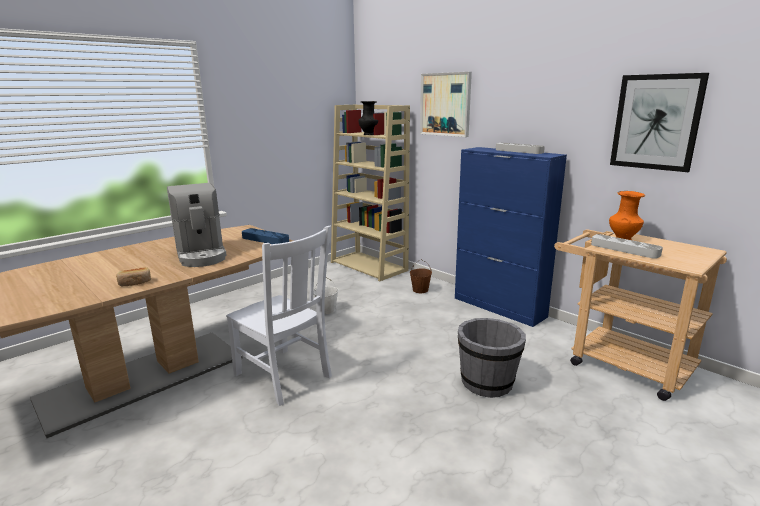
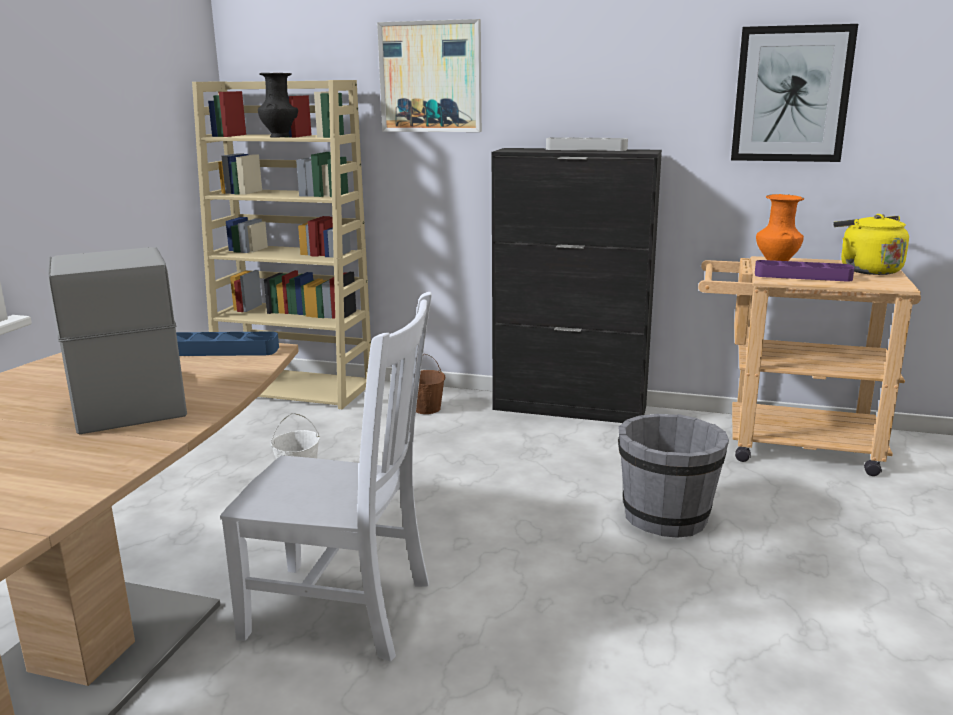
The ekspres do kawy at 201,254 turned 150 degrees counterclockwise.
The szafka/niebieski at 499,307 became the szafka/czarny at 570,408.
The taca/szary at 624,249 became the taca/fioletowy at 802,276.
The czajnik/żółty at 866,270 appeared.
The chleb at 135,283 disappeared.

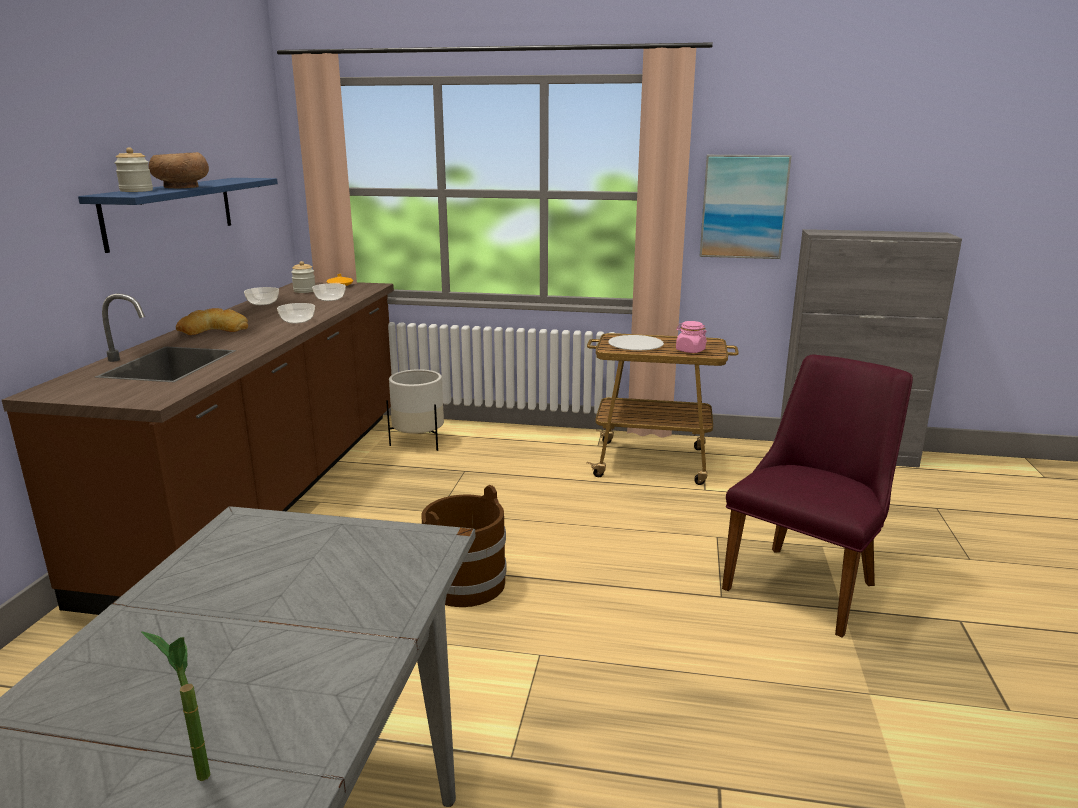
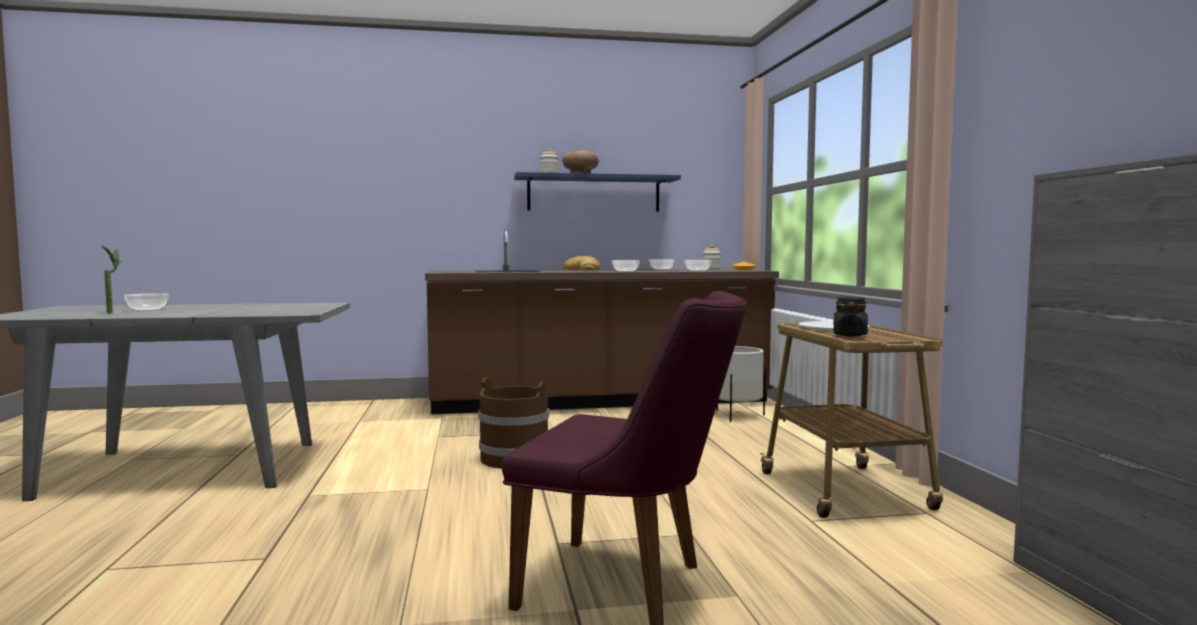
The miska at 147,309 appeared.
The słoik/różowy at 690,350 became the słoik/czarny at 849,335.
The obraz at 743,207 disappeared.

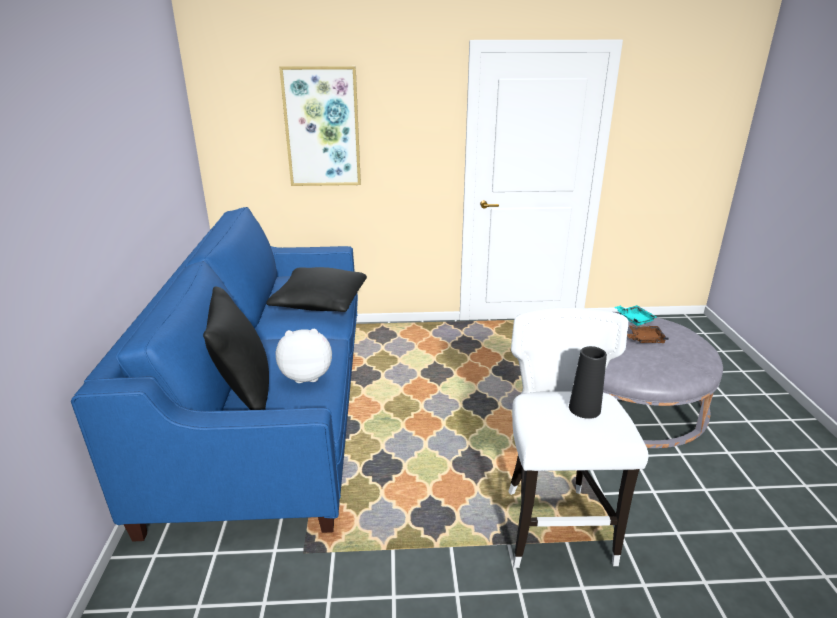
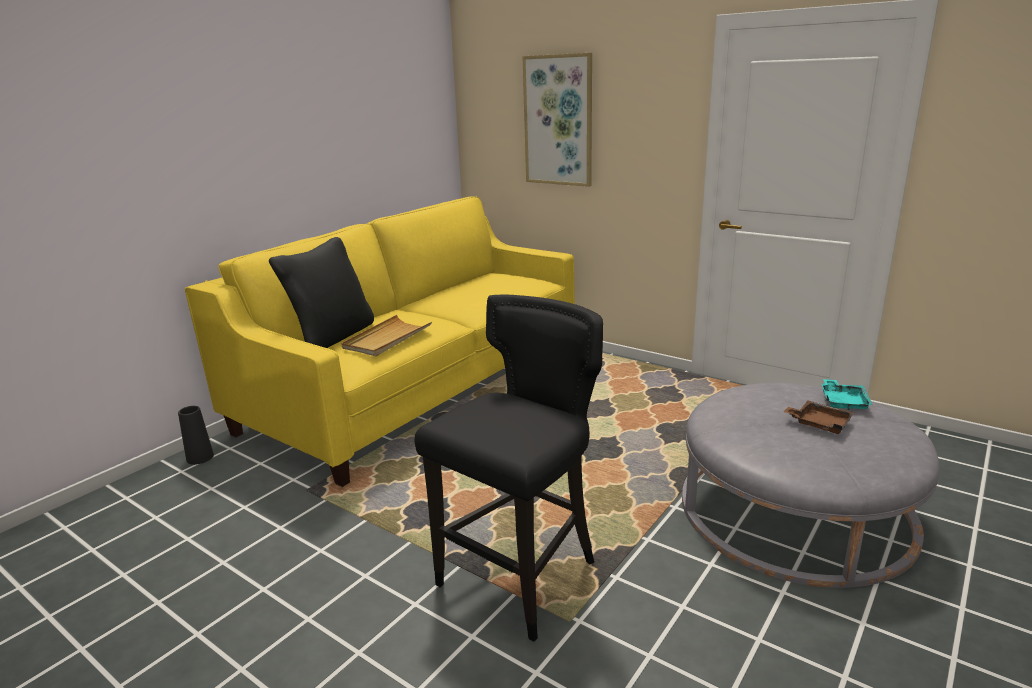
The wazon/czarny moved from 584,409 to 200,457.
The kanapa/niebieski at 272,410 became the kanapa/żółty at 418,389.
The pluszak at 306,375 was replaced by the taca/beżowy at 387,339.
The stołek/biały at 555,526 became the stołek/czarny at 521,577.
The poduszka/czarny at 320,302 disappeared.

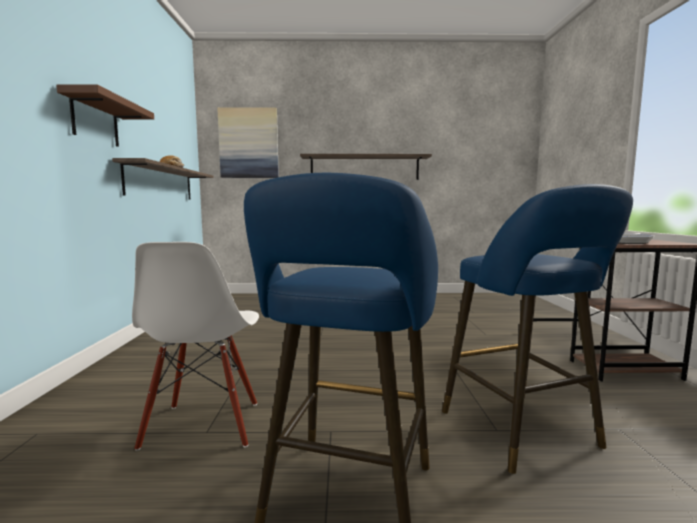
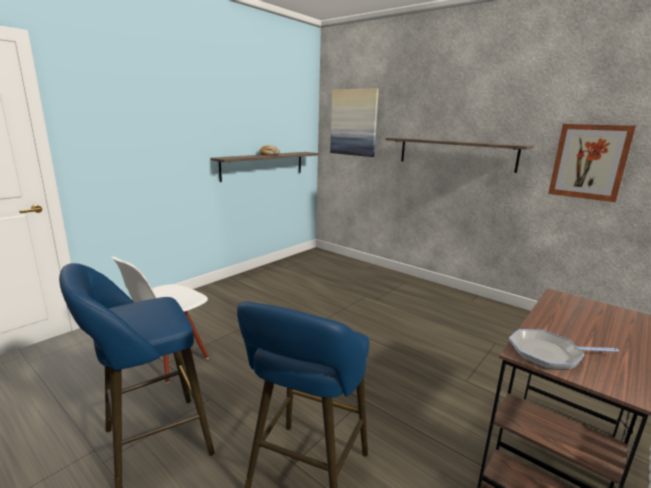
The obraz at 589,162 appeared.
The półka/brązowy at 95,120 disappeared.

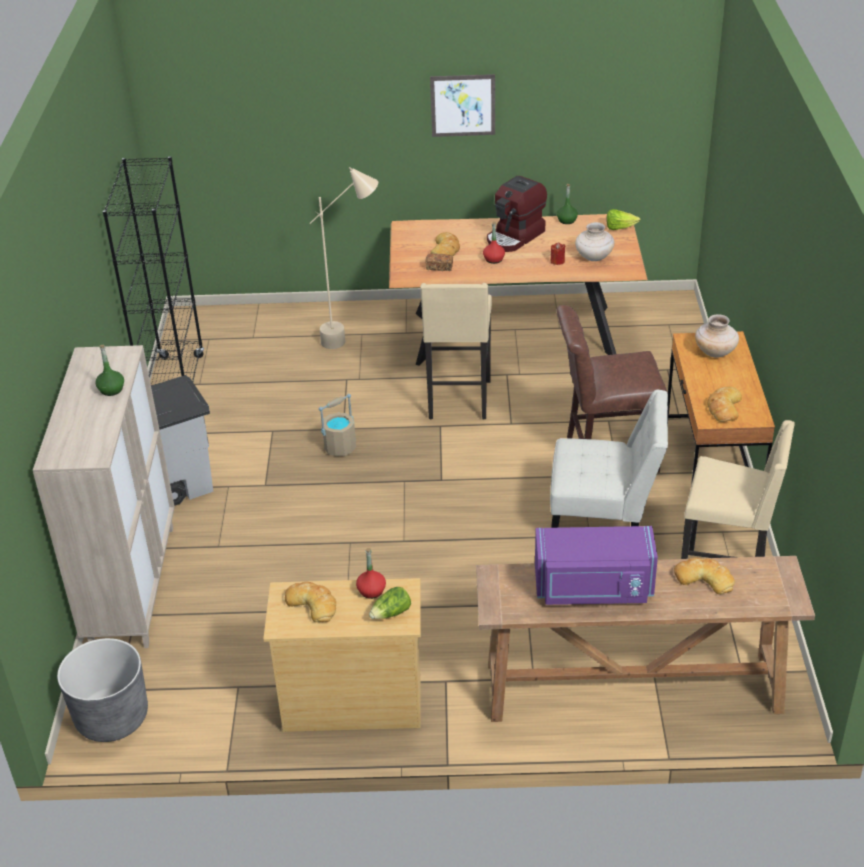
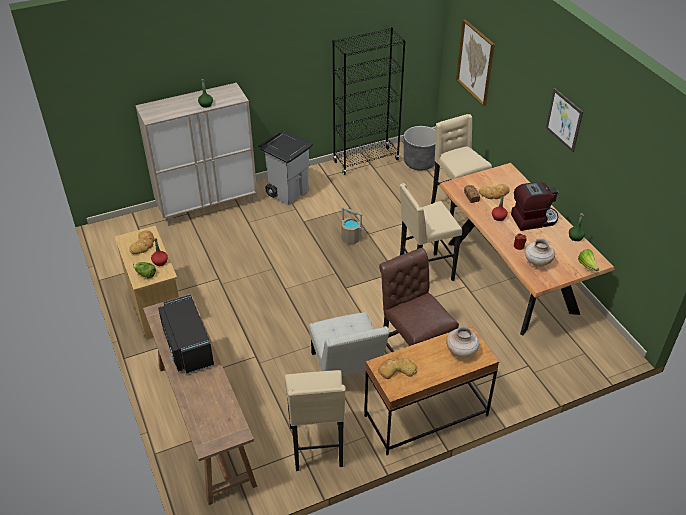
The mikrofalówka/fioletowy at 593,588 became the mikrofalówka/czarny at 187,347.
The donica/szary moved from 112,717 to 419,162.
The lampa stojąca/beżowy at 353,339 was replaced by the stołek/beżowy at 455,210.
The obraz at 475,62 appeared.
The ekspres do kawy at 515,237 turned 150 degrees clockwise.
The chleb at 704,578 disappeared.

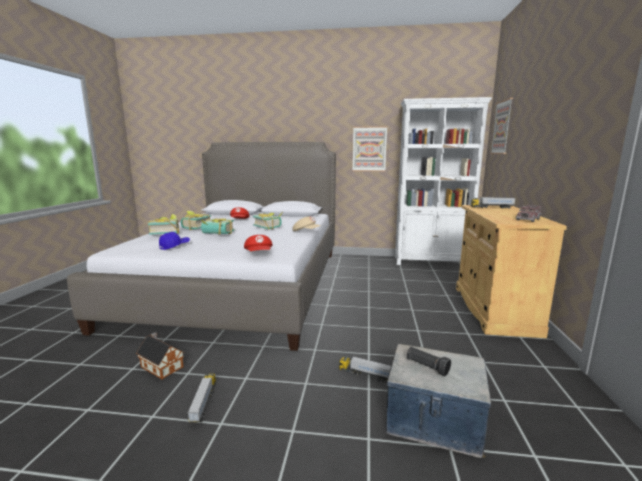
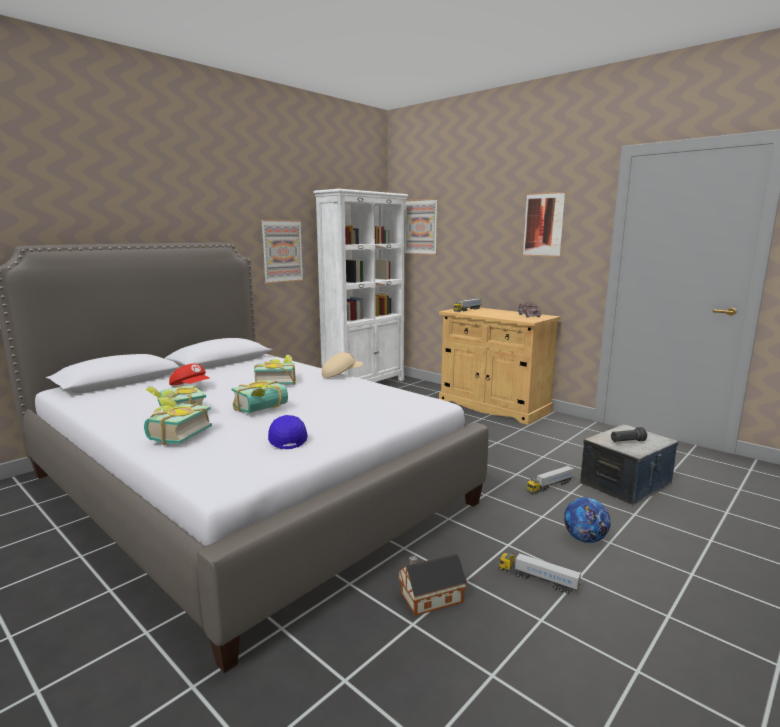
The obraz at 543,224 appeared.
The piłka futbolowa at 585,539 appeared.
The czapka z daszkiem/czerwony at 259,254 disappeared.

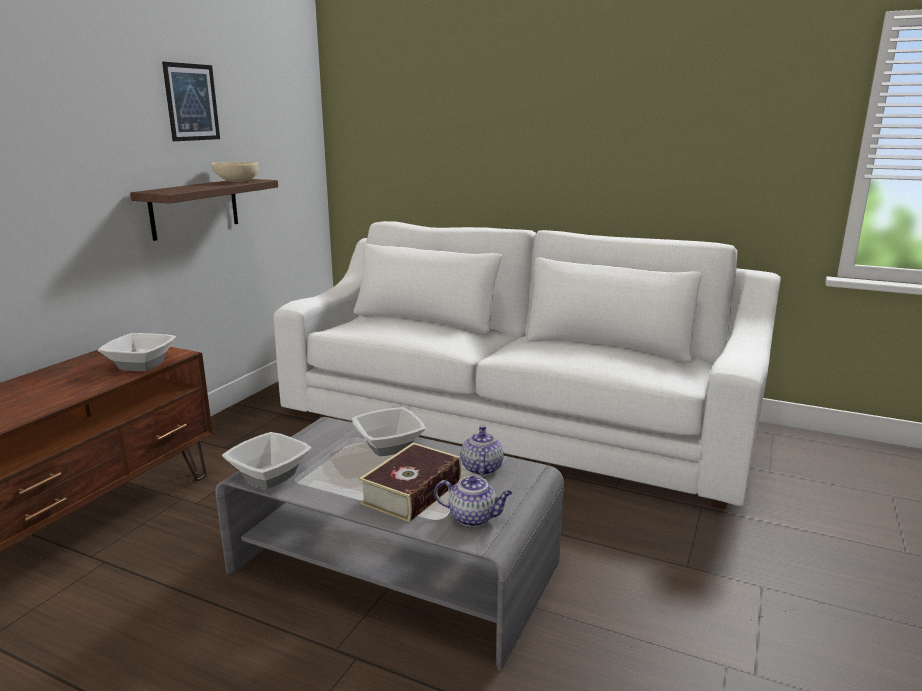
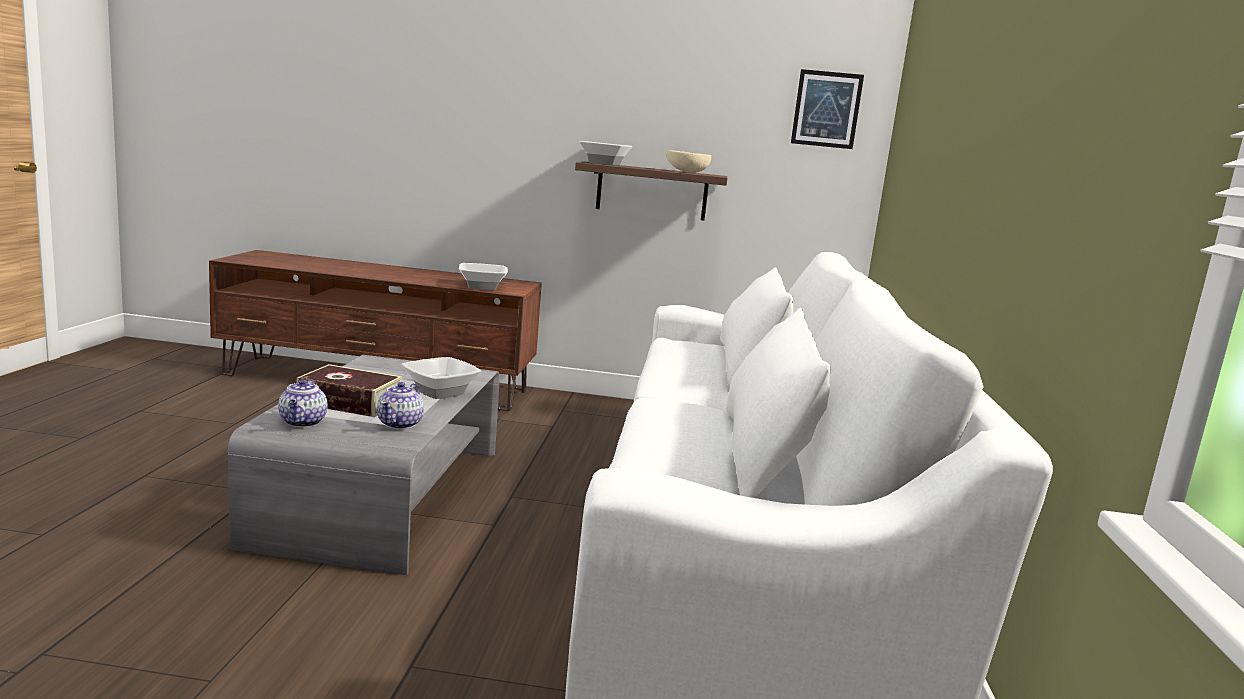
The imbryk at 481,469 turned 120 degrees clockwise.
The miska moved from 268,477 to 603,163.
The obraz moved from 192,102 to 826,109.

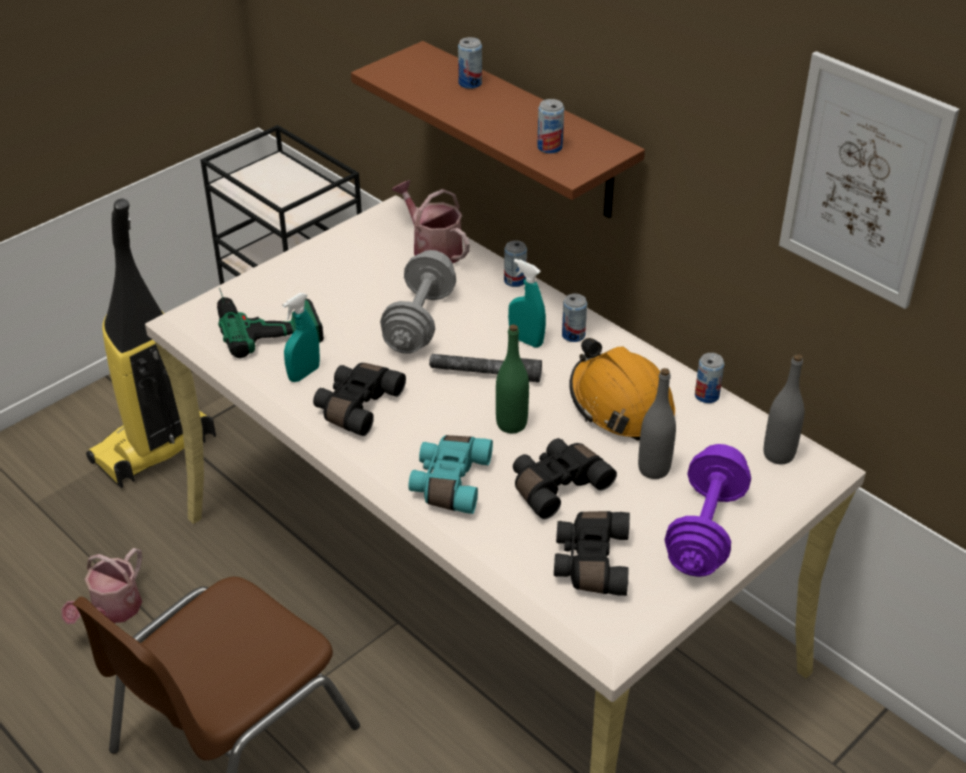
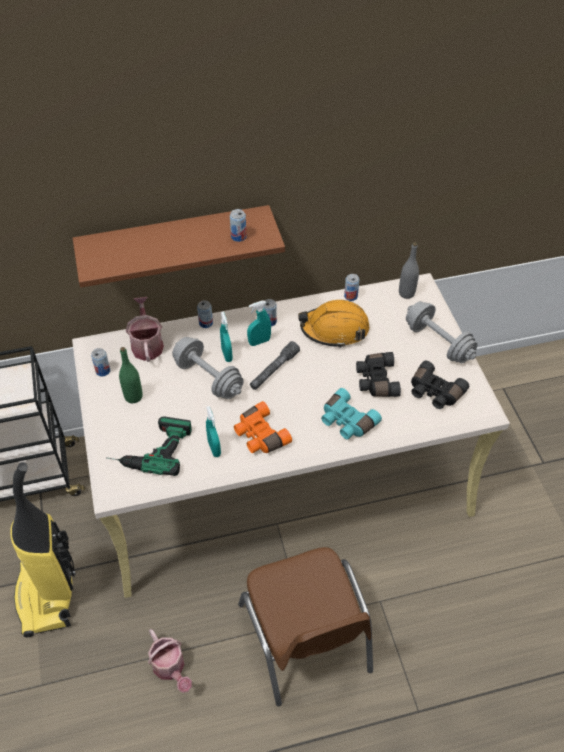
The puszka moved from 470,83 to 103,371.
The butelka/zielony moved from 511,424 to 133,397.
The konewka at 433,249 turned 90 degrees clockwise.
The spryskiwacz/turkusowy at 227,355 appeared.
The lornetka/czarny at 356,406 became the lornetka/pomarańczowy at 259,436.
The hantel/fioletowy at 705,530 became the hantel/szary at 438,342.
The butelka/szary at 654,469 disappeared.
The obraz at 863,181 disappeared.

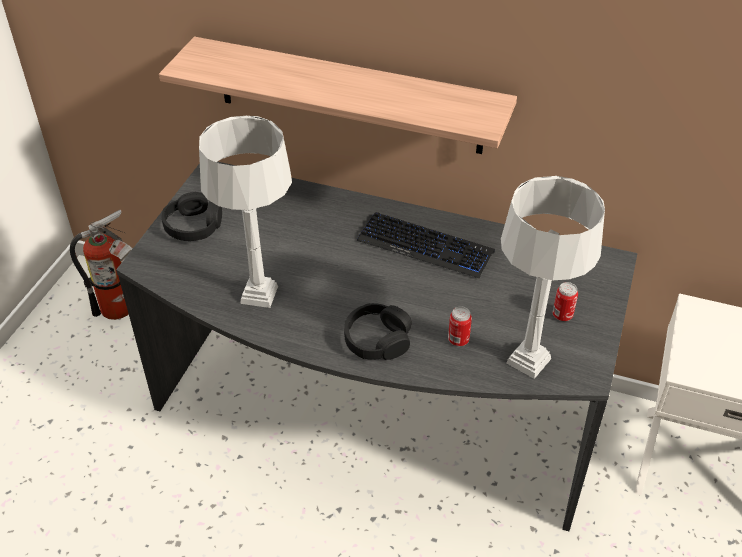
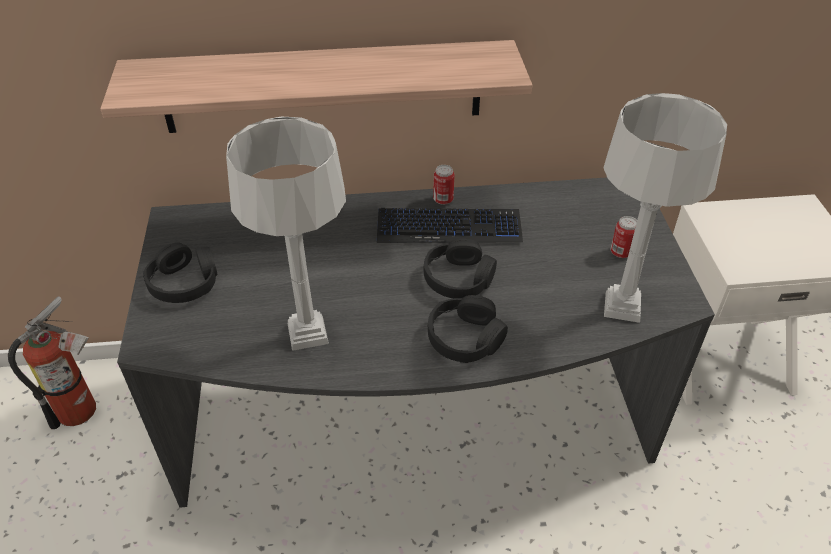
The słuchawki/czarny at 458,278 appeared.
The puszka moved from 458,340 to 443,200.

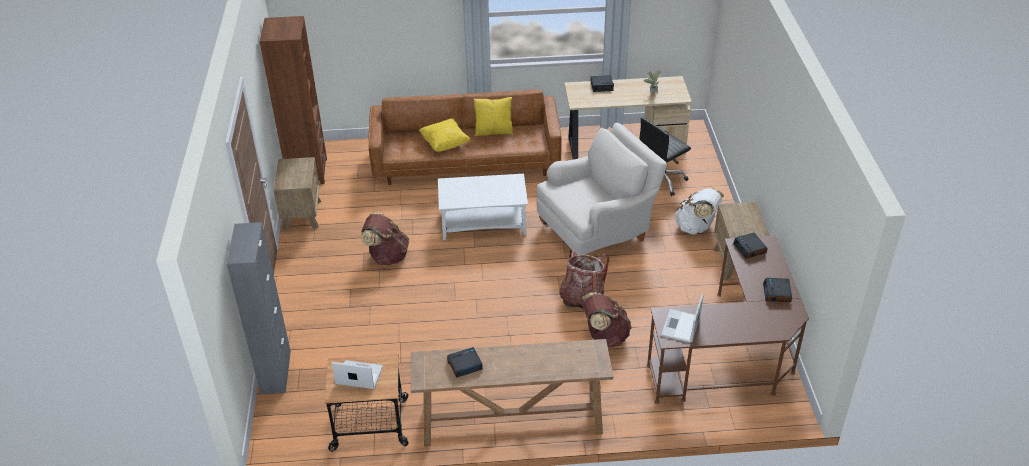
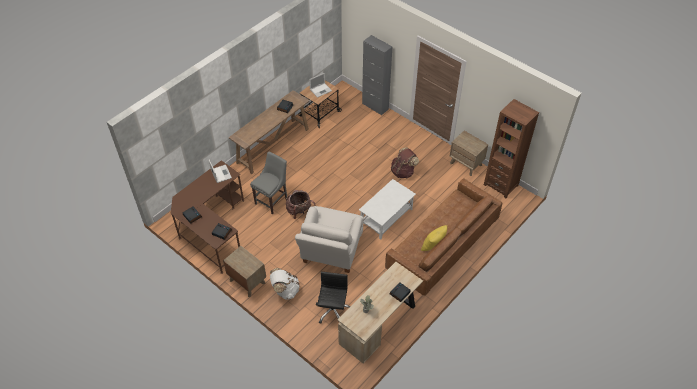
The plecak/brązowy at 604,336 was replaced by the krzesło/szary at 272,200.
The poduszka/żółty at 445,144 disappeared.

